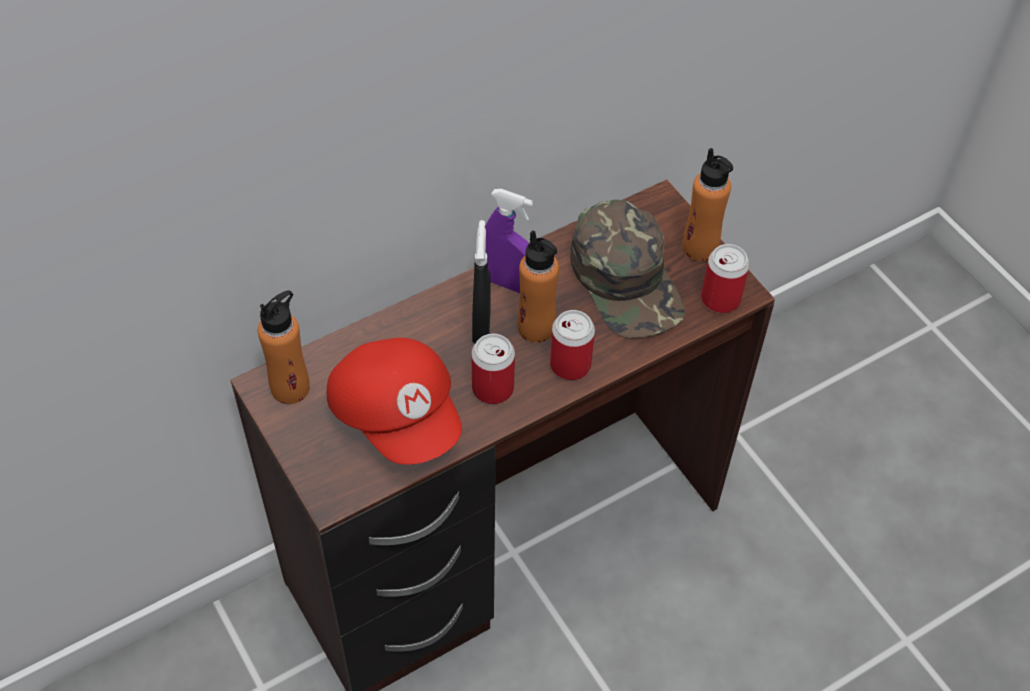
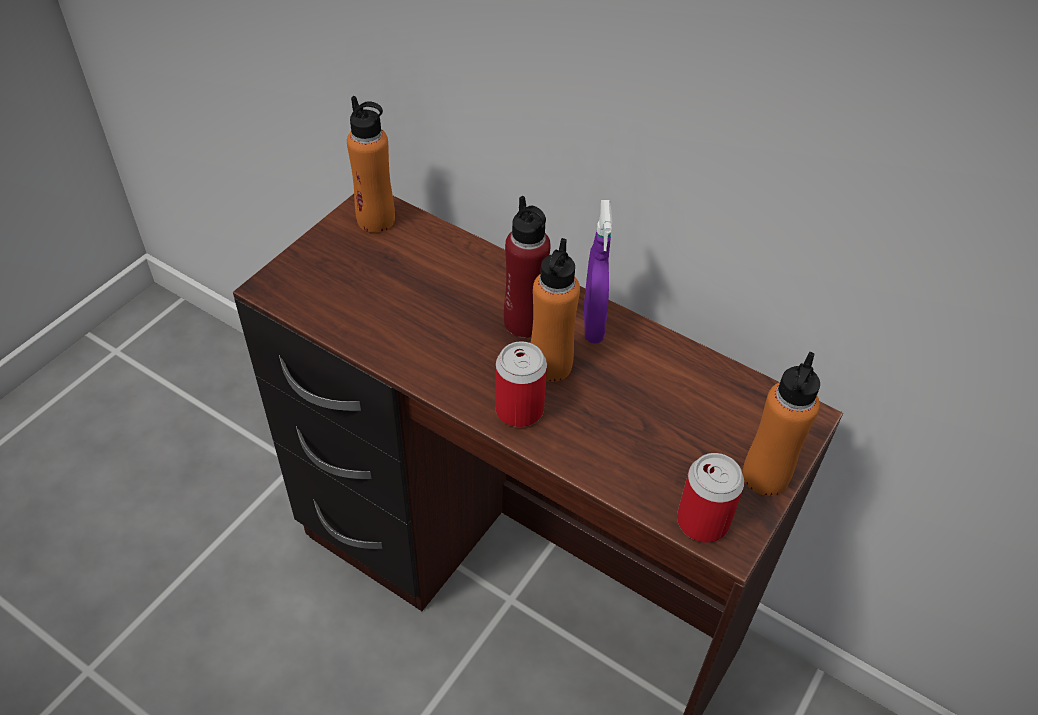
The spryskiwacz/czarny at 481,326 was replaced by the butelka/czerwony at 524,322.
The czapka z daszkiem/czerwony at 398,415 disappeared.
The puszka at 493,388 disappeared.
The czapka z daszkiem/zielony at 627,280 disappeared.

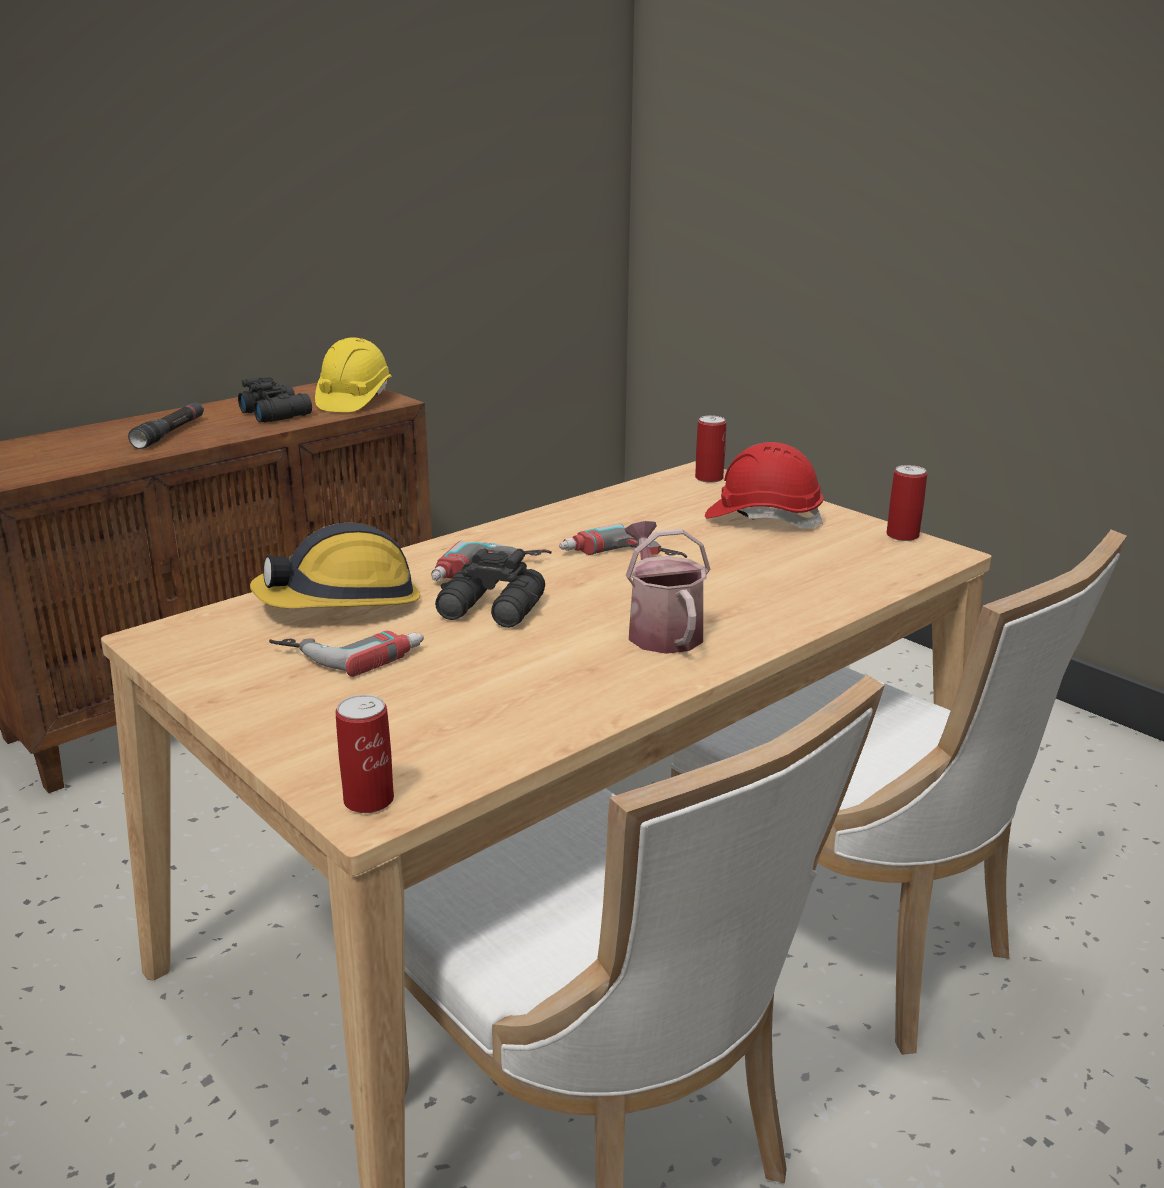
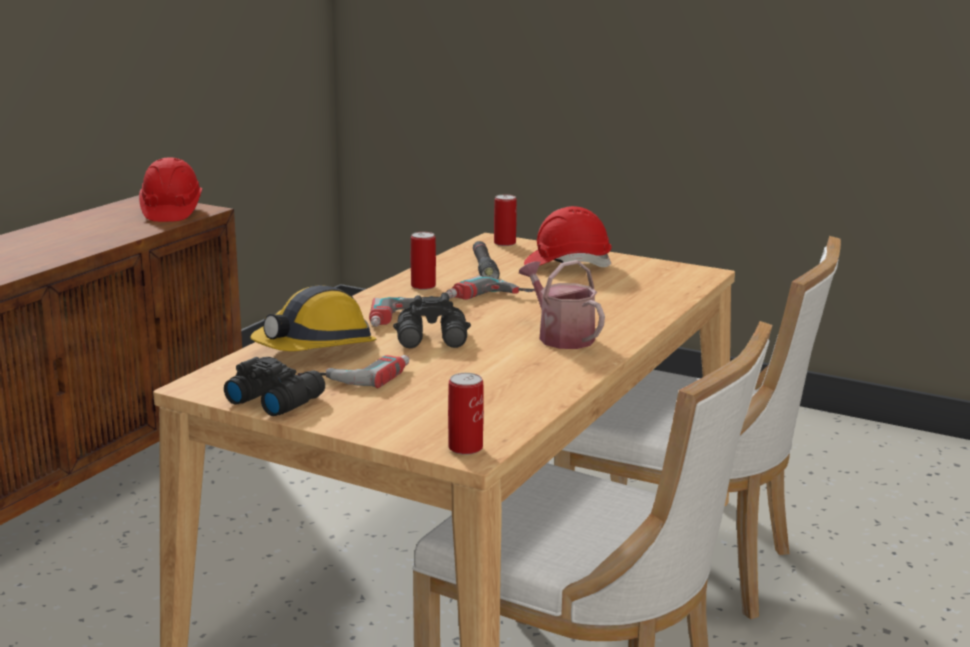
The kask/żółty at 354,401 became the kask/czerwony at 171,212.
The lornetka/czarny moved from 277,413 to 275,399.
The puszka moved from 902,535 to 423,286.
The latarka/czarny moved from 170,433 to 484,269.

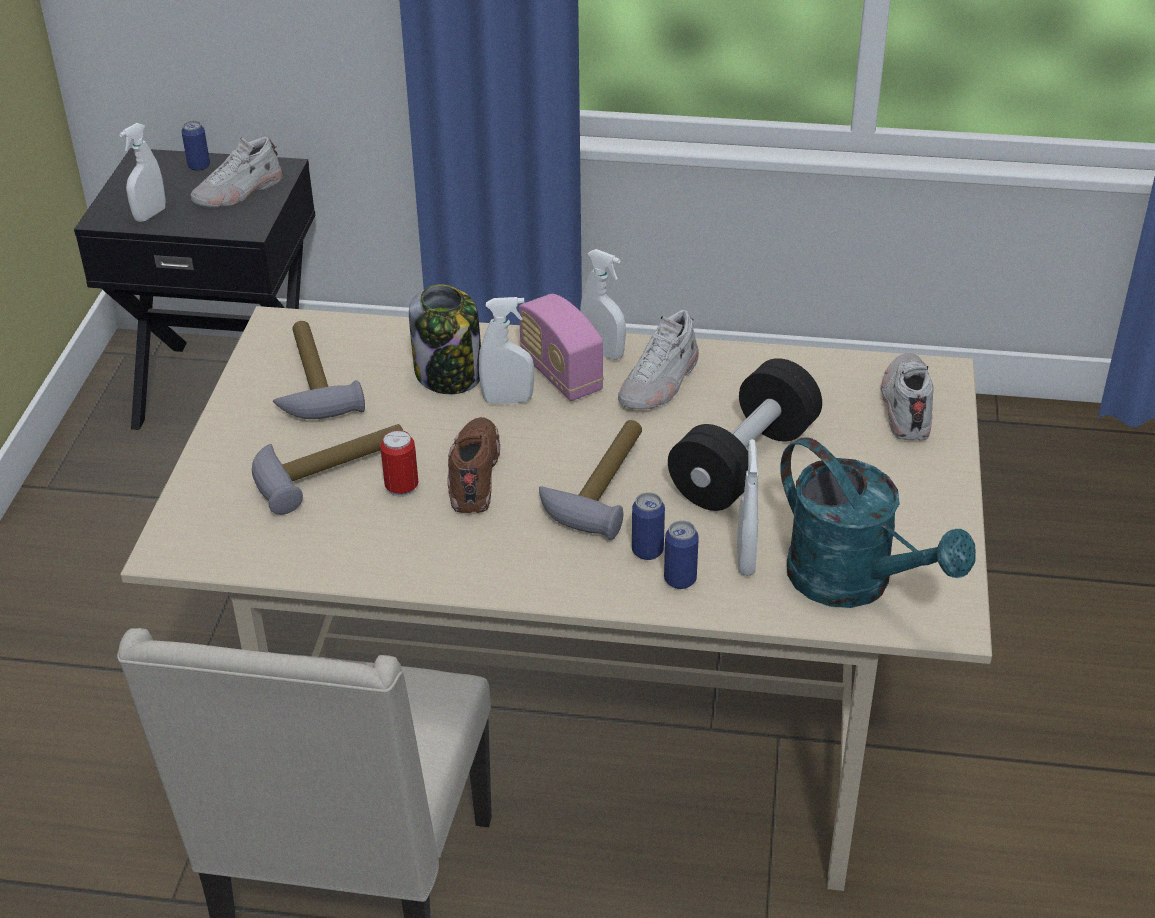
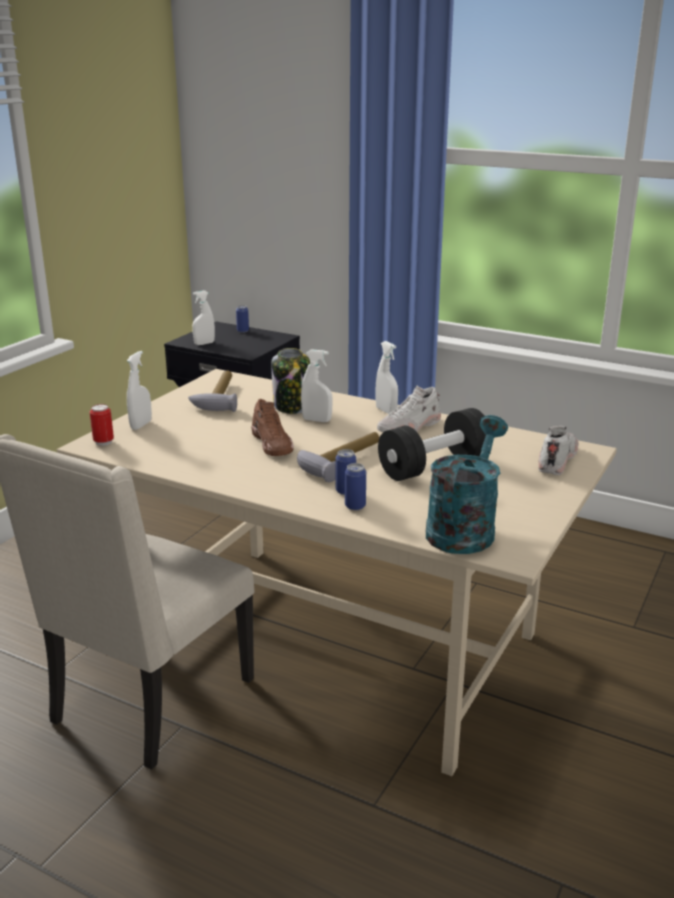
The puszka moved from 402,488 to 103,442.
The spryskiwacz/biały moved from 745,559 to 141,425.
The but/brązowy at 473,473 turned 135 degrees clockwise.
The konewka/turkusowy at 854,583 turned 135 degrees counterclockwise.
The but/biały at 238,192 disappeared.
The młotek at 329,468 disappeared.
The radio at 561,374 disappeared.

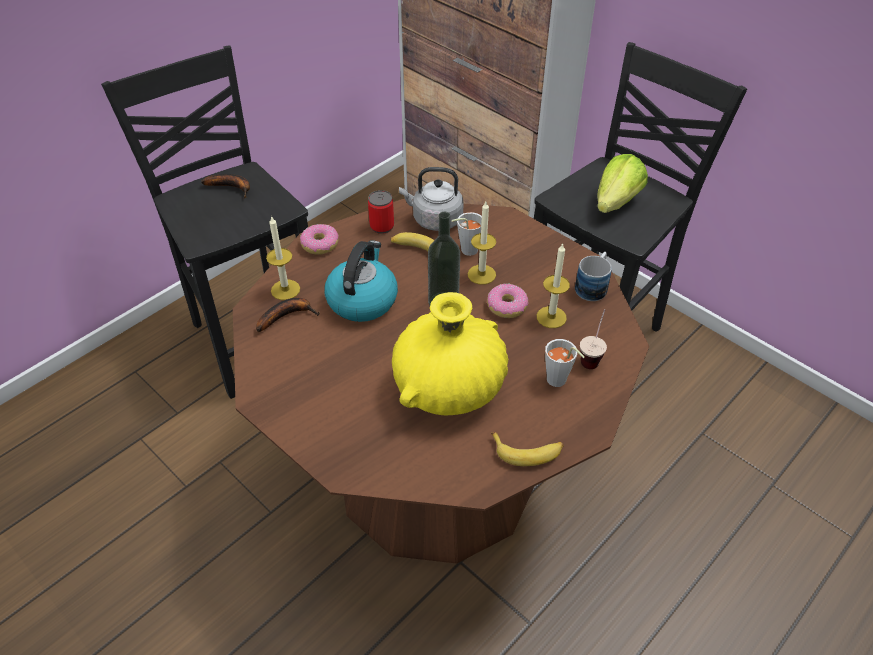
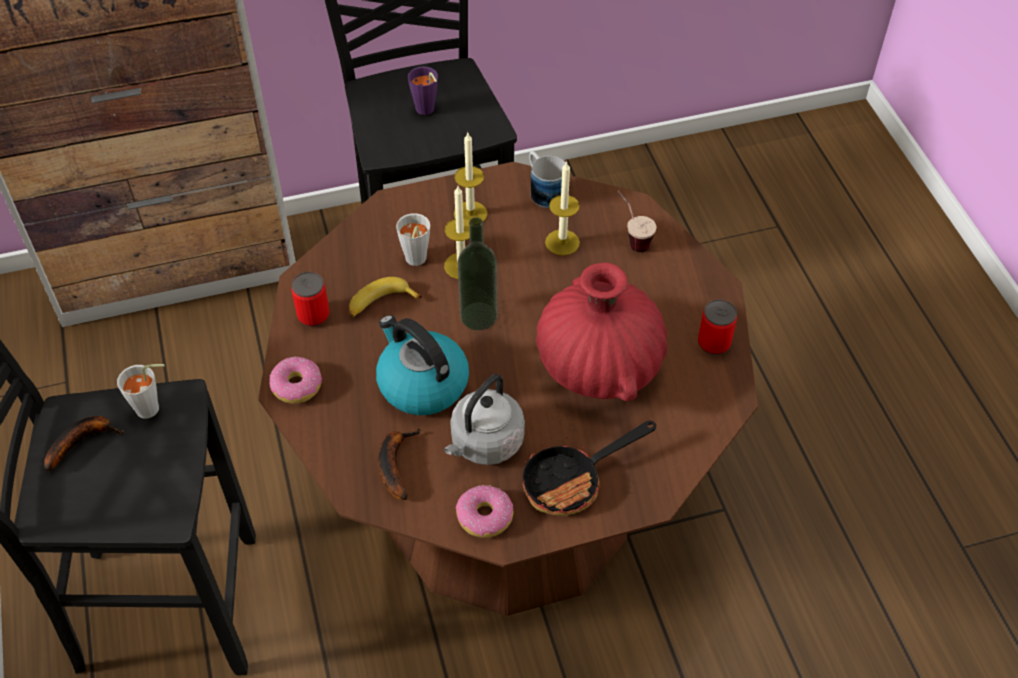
The filiżanka/szary moved from 559,382 to 153,409.
The sałata at 616,202 was replaced by the filiżanka/fioletowy at 426,111.
The czajnik/szary moved from 434,220 to 484,444.
The świeca moved from 285,290 to 470,213.
The donut moved from 507,306 to 485,516.
The patelnia at 572,481 appeared.
The wazon/żółty at 448,387 became the wazon/czerwony at 598,365.
The banan at 528,451 was replaced by the puszka at 714,343.

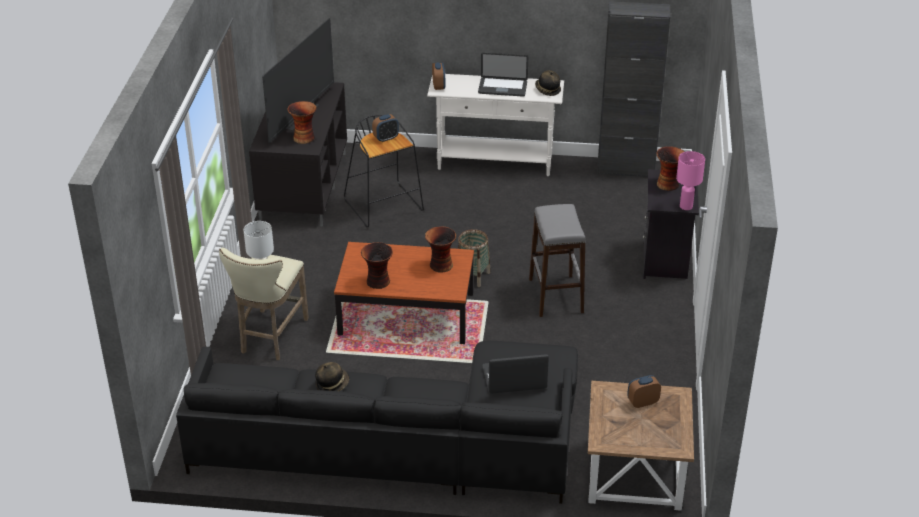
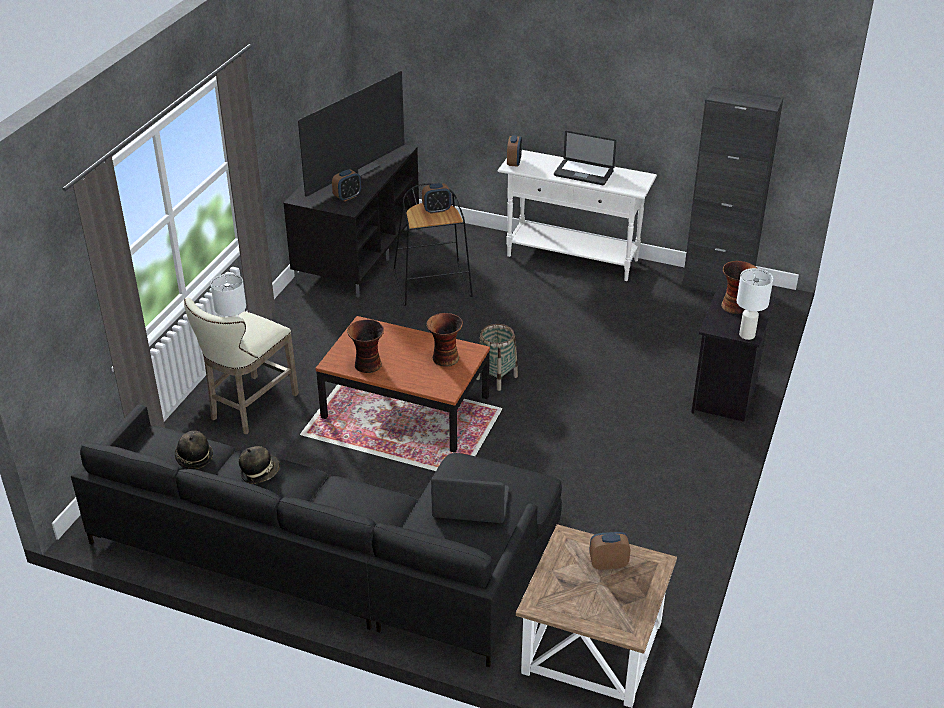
The kapelusz moved from 547,90 to 194,457.
The wazon at 304,137 was replaced by the budzik at 347,197.
The lampa stołowa/różowy at 685,206 became the lampa stołowa/biały at 746,334.
The stołek/szary at 556,296 disappeared.

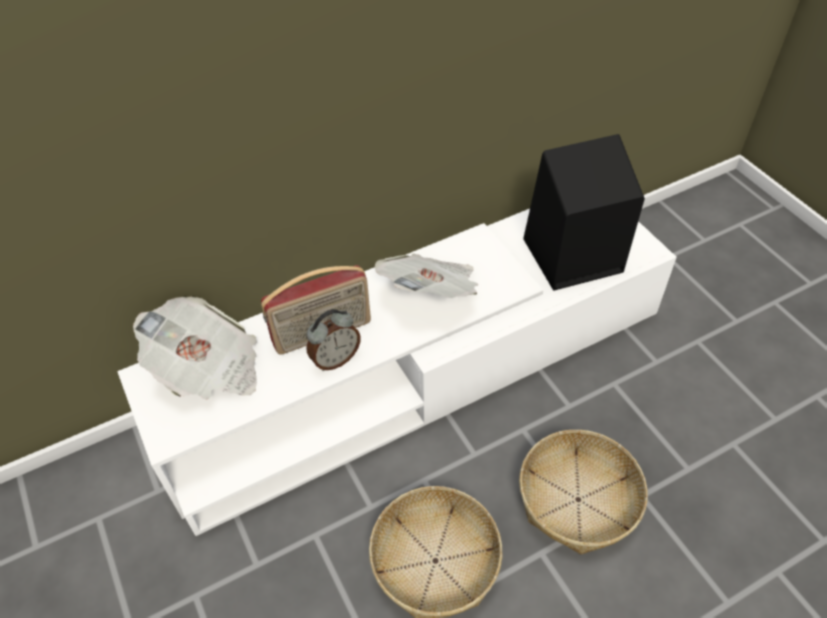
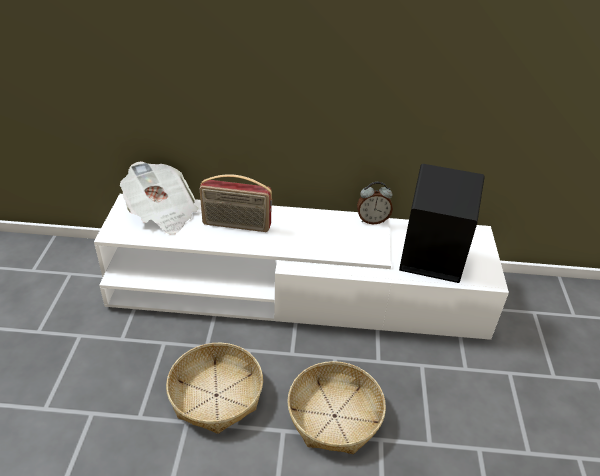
The budzik moved from 335,359 to 372,220.
The gazeta at 432,293 disappeared.

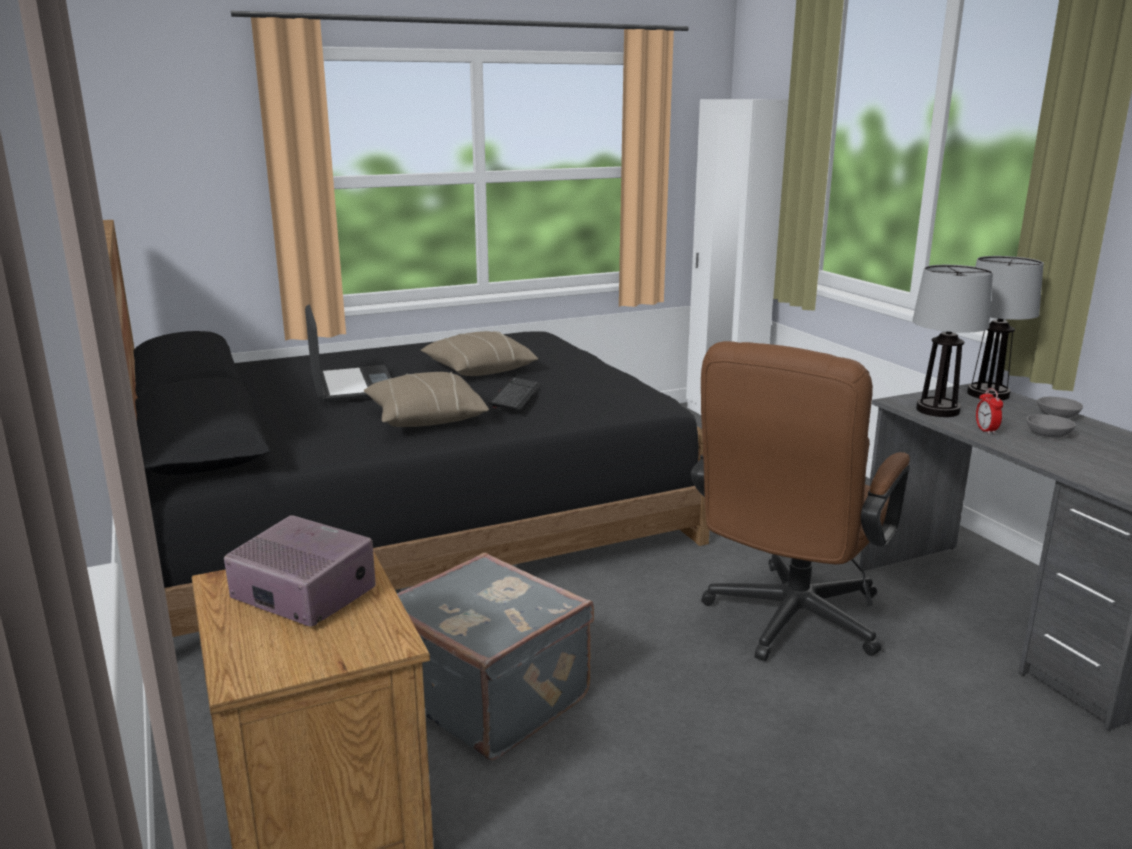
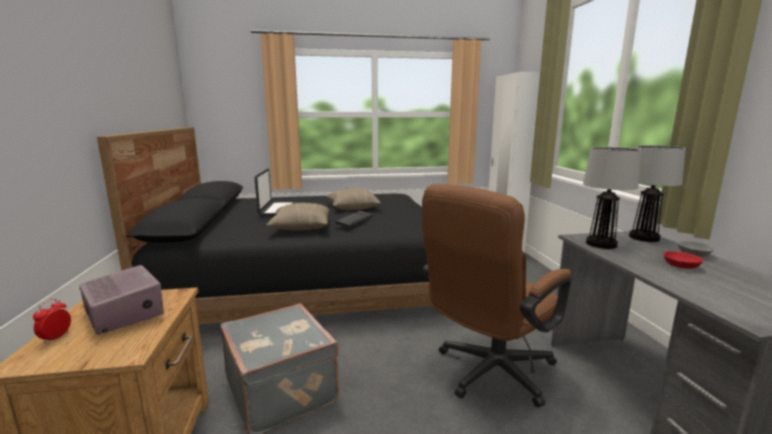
The budzik moved from 986,430 to 56,337.
The miska/szary at 1048,435 became the miska/czerwony at 681,266.

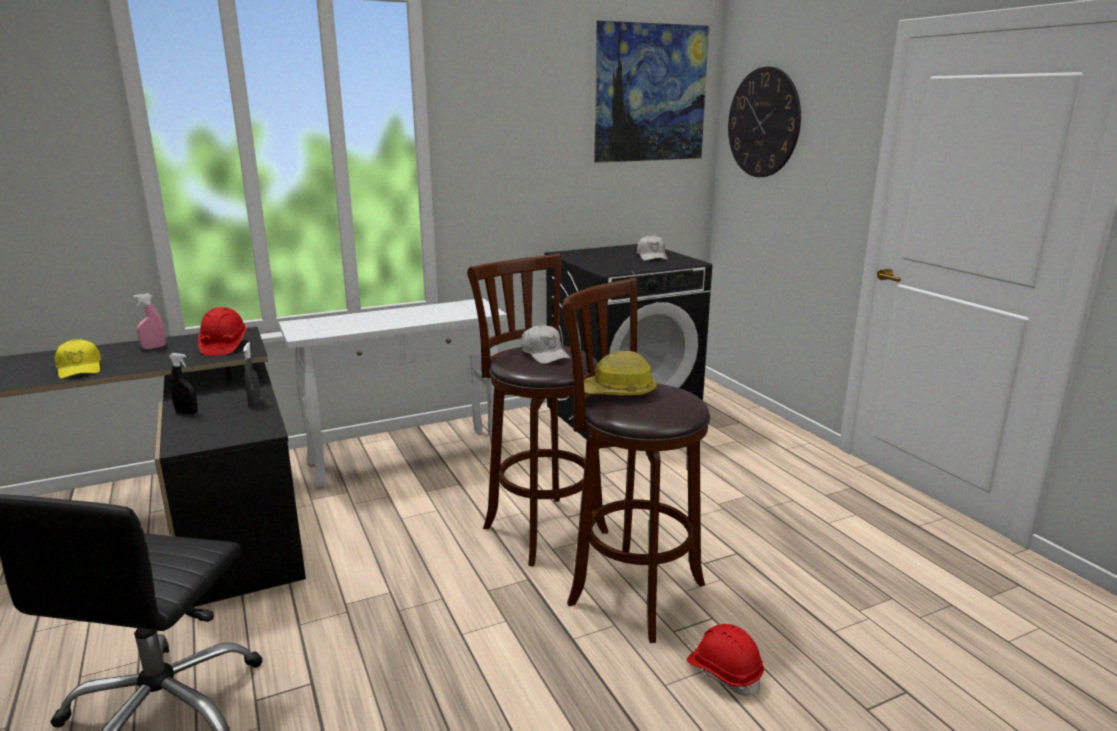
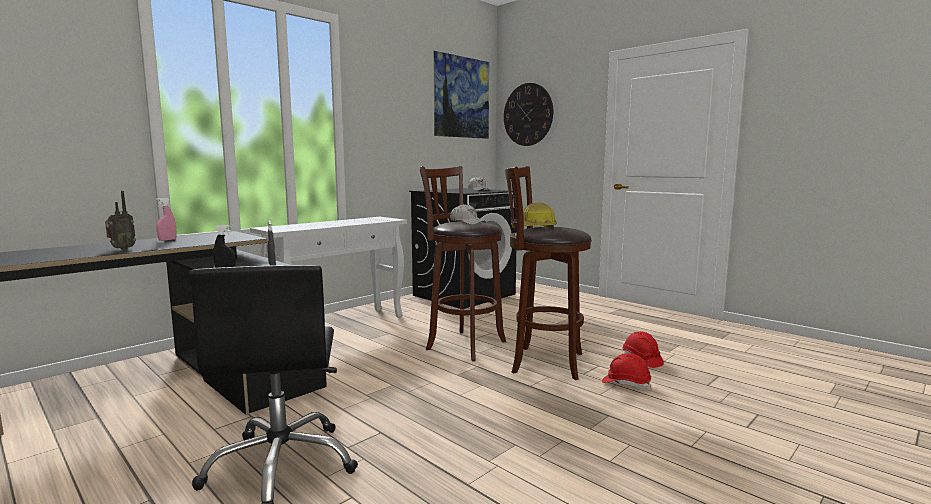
The czapka z daszkiem/żółty at 80,369 was replaced by the radio at 121,249.
The kask/czerwony moved from 224,346 to 641,360.

